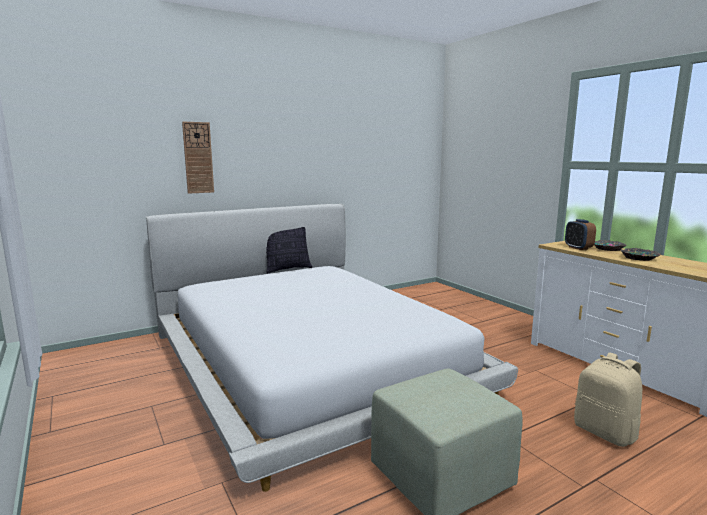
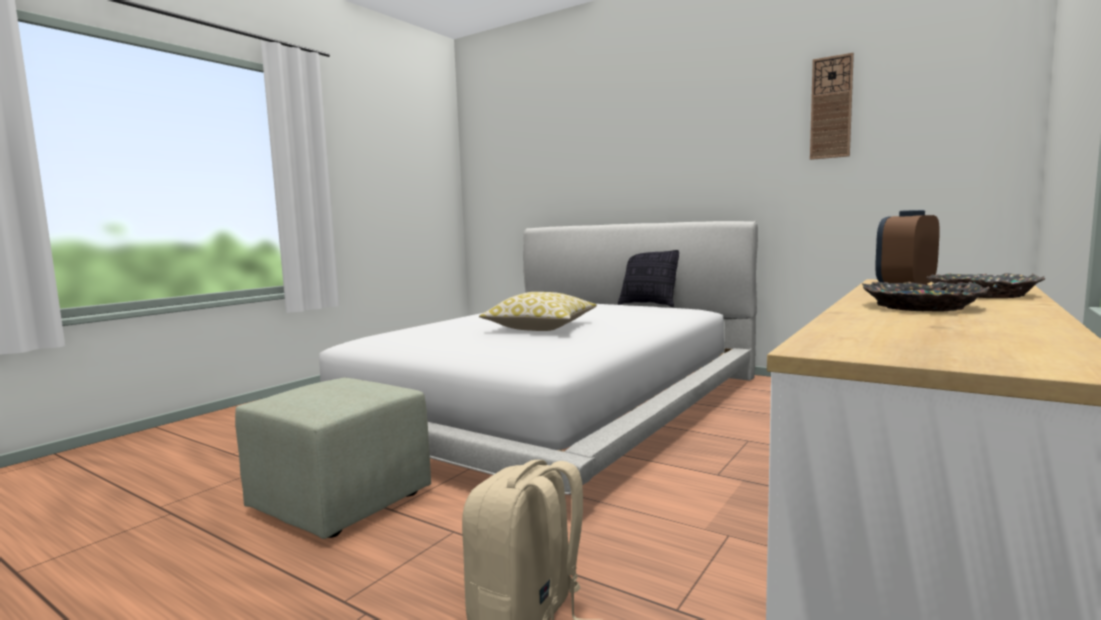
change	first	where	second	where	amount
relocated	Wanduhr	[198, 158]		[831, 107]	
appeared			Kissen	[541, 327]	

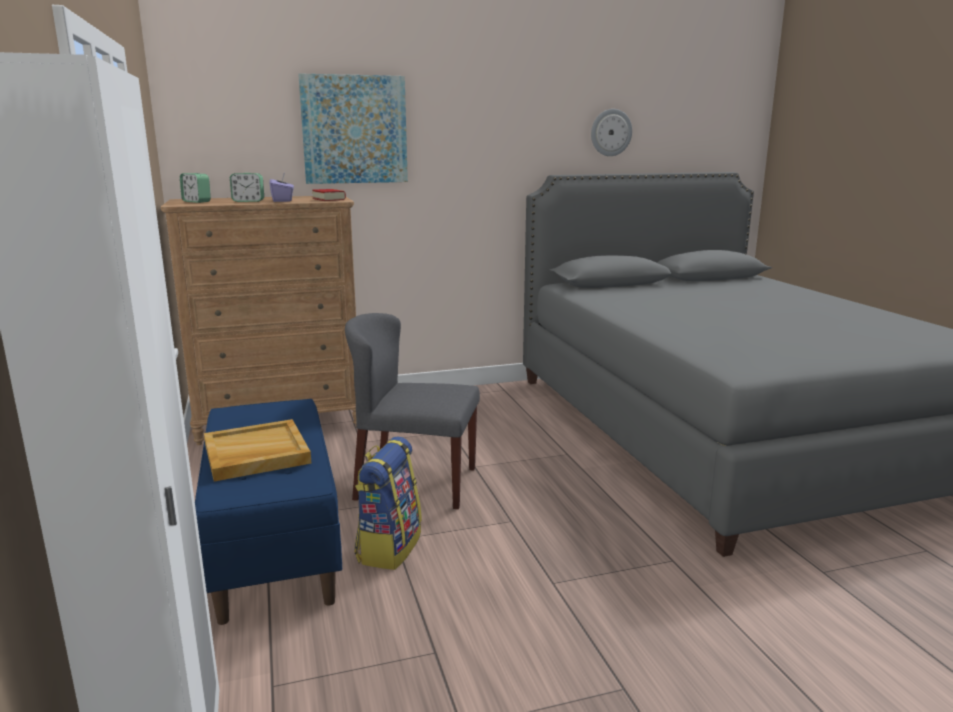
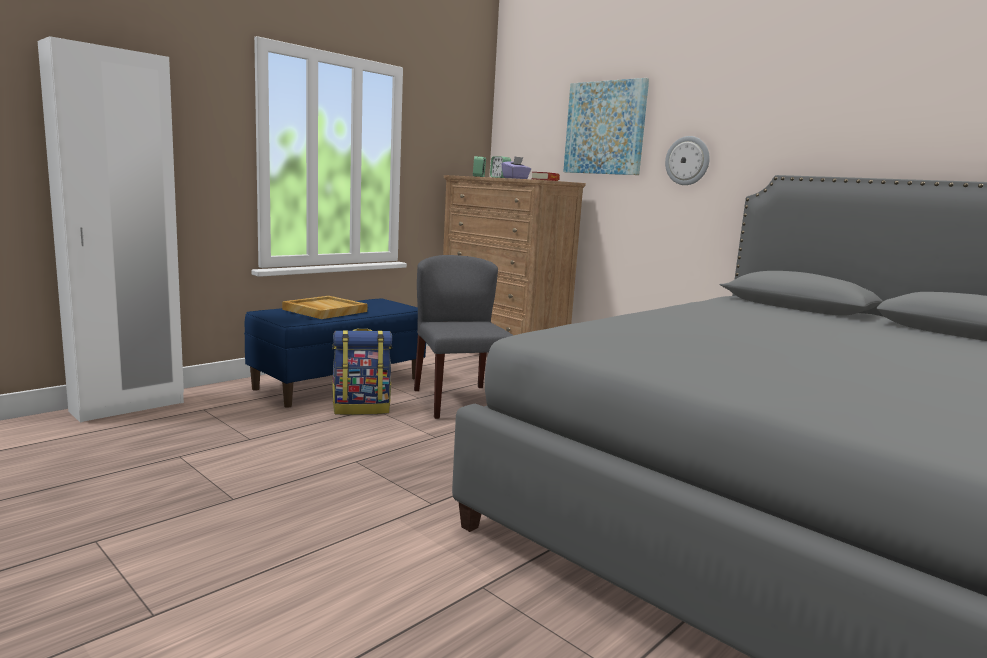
change	first	where	second	where	amount
relocated	Wanduhr	[610, 132]		[687, 160]	

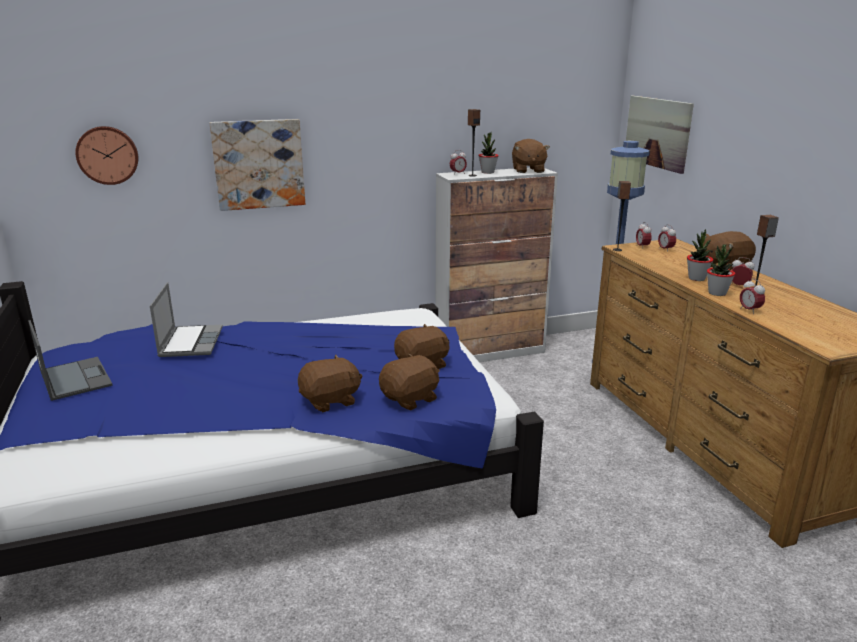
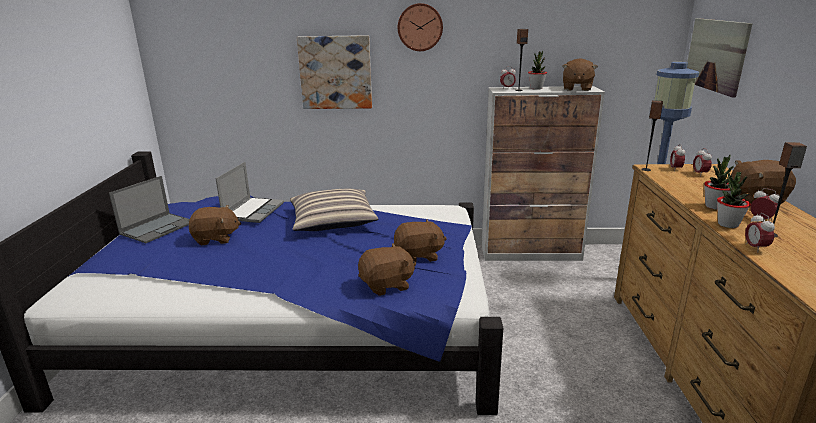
change	first	where	second	where	amount
relocated	Wanduhr	[107, 155]		[420, 27]	
spun	Laptop	[75, 378]		[158, 227]	45 degrees clockwise
relocated	Plüschtier (braun)	[330, 401]		[216, 239]	
appeared			Kissen	[332, 220]	

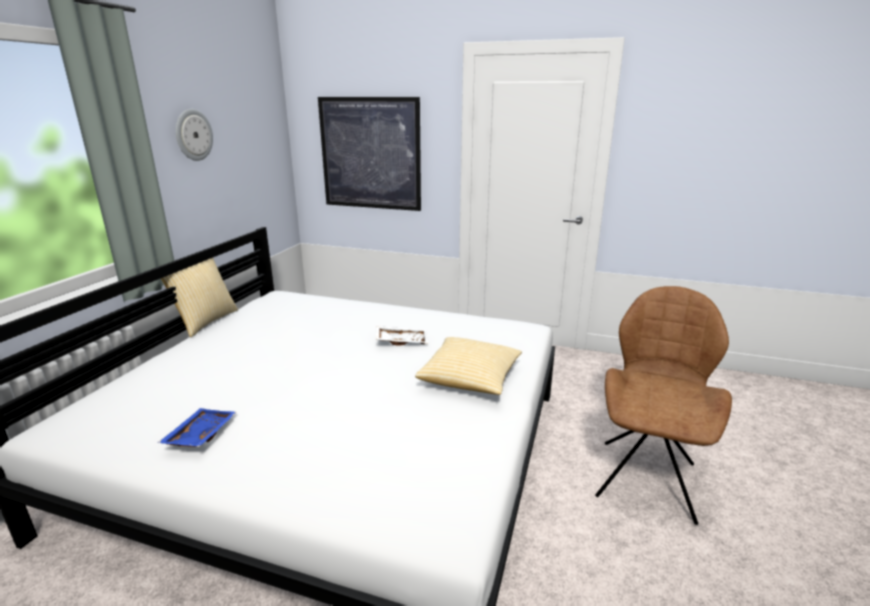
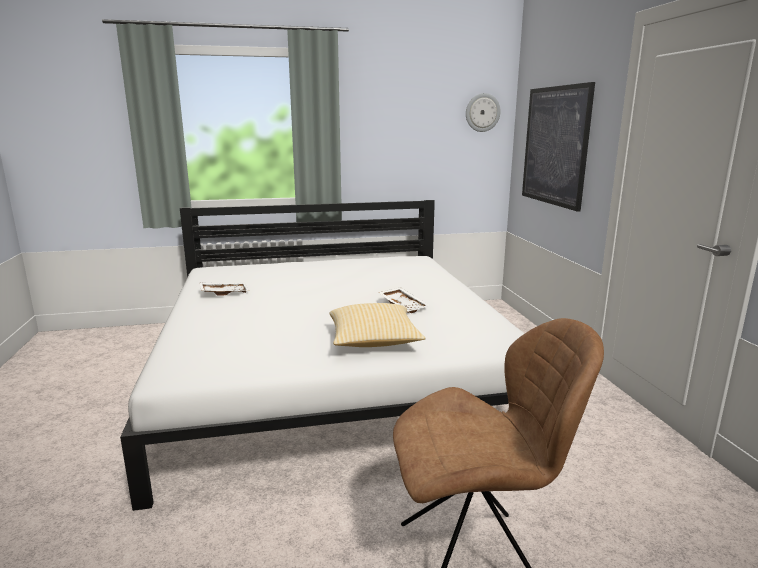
change	first	where	second	where	amount
relocated	Wanduhr	[193, 135]		[482, 112]	
missing	Kissen	[205, 321]			
colour	Tablett (blau)	[200, 435]	Tablett (weiß)	[224, 293]	

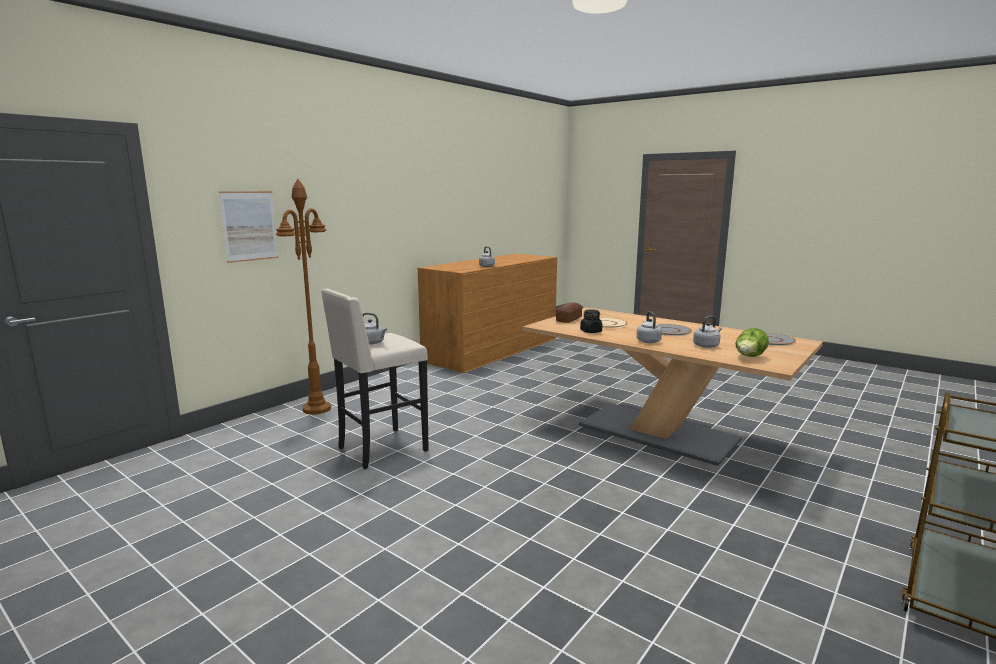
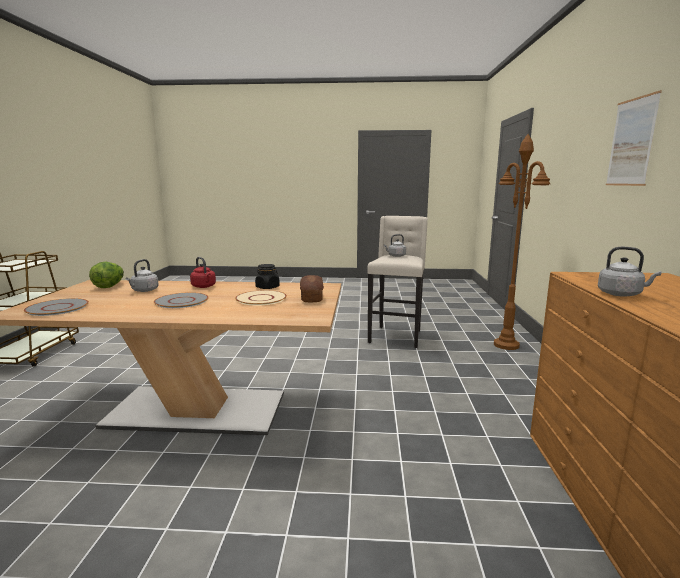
change	first	where	second	where	amount
relocated	Bild	[249, 226]		[631, 142]	
colour	Wasserkessel (grau)	[648, 341]	Wasserkessel (rot)	[204, 286]	

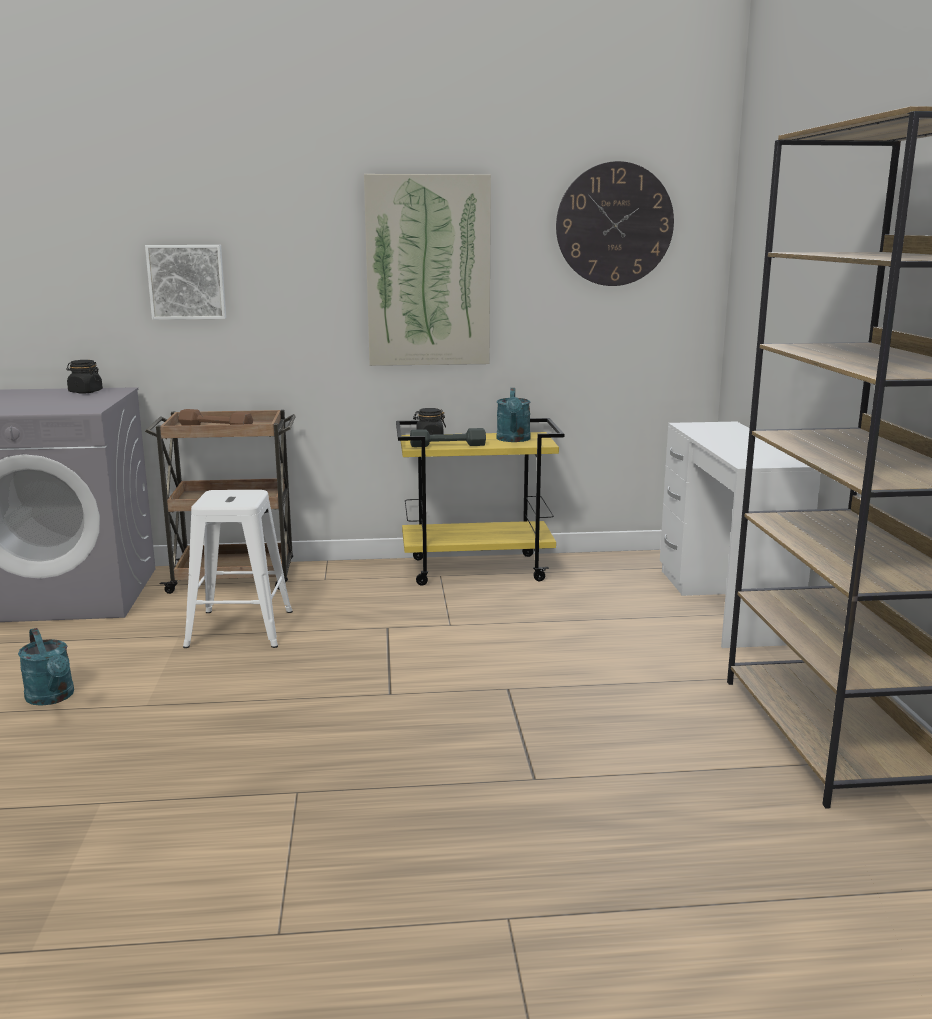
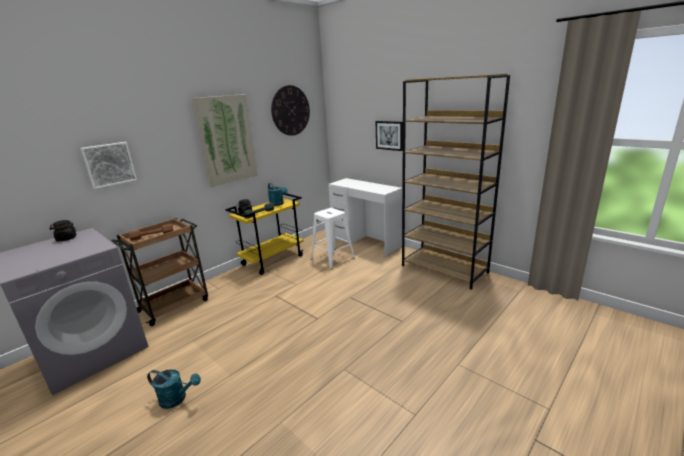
change	first	where	second	where	amount
relocated	Hocker (weiß)	[239, 628]		[332, 258]	
appeared			Bild	[389, 135]	

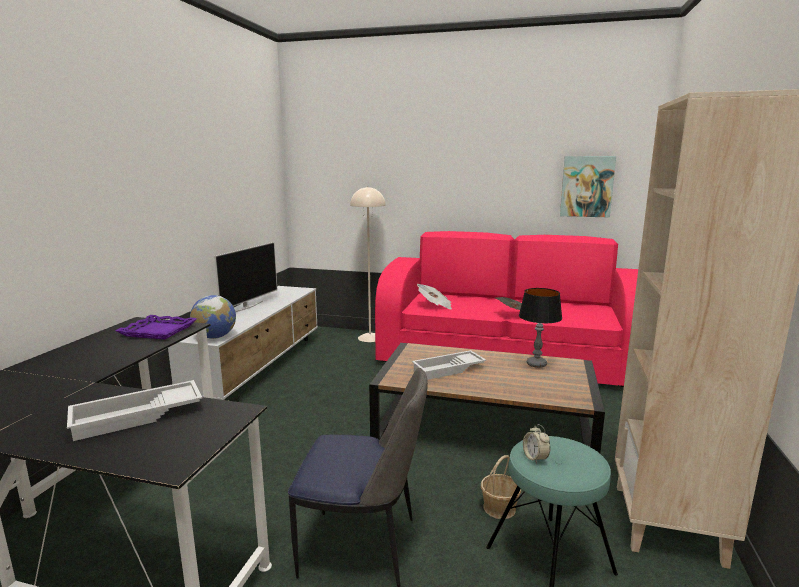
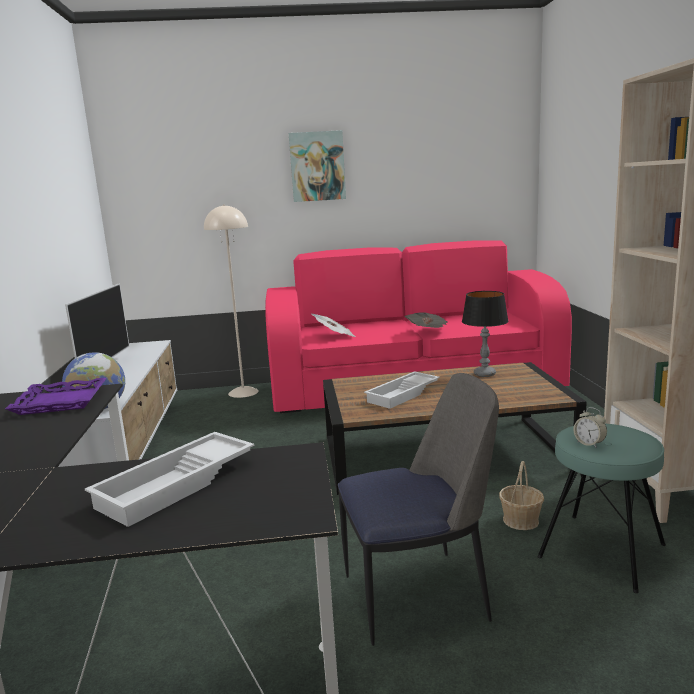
change	first	where	second	where	amount
relocated	Bild	[587, 186]		[317, 166]	

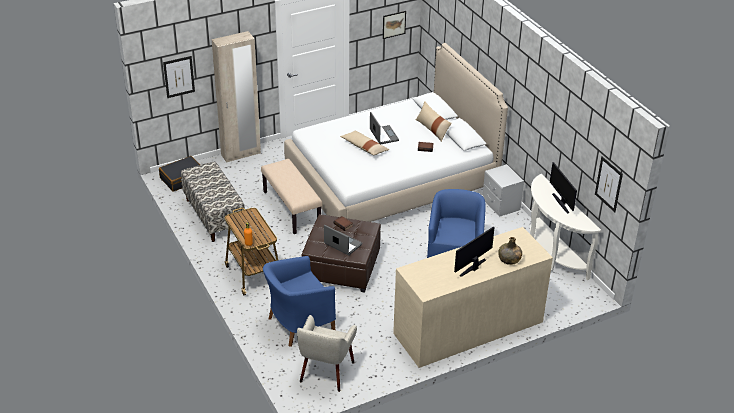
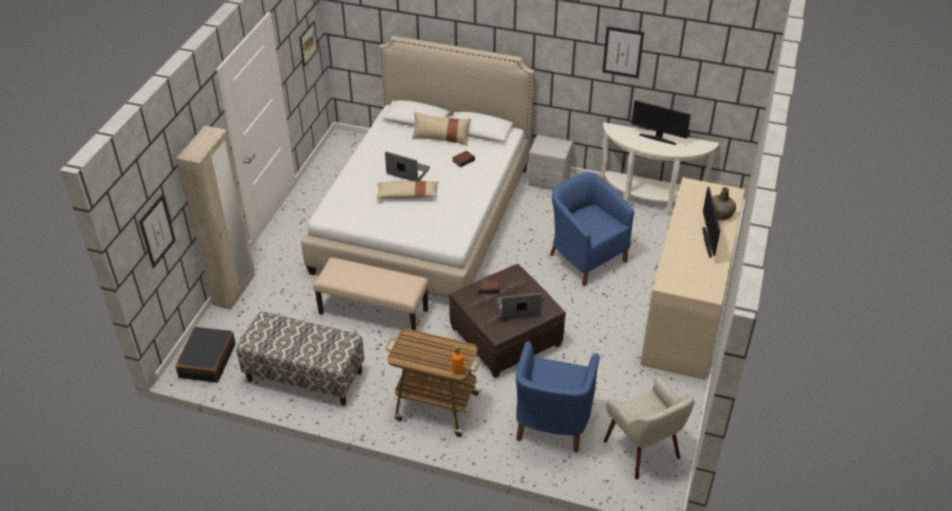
change	first	where	second	where	amount
relocated	Bild	[608, 184]		[622, 52]	

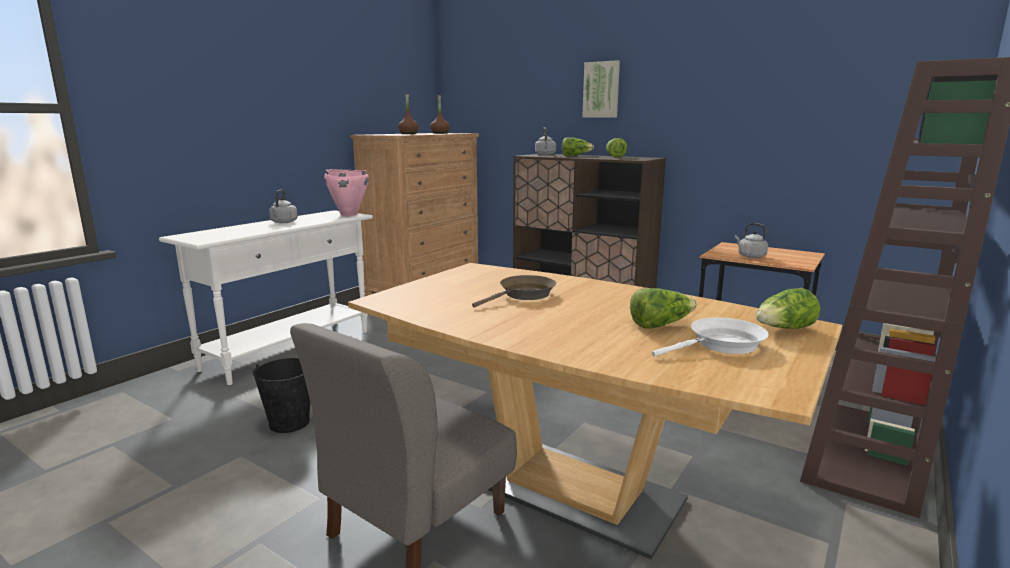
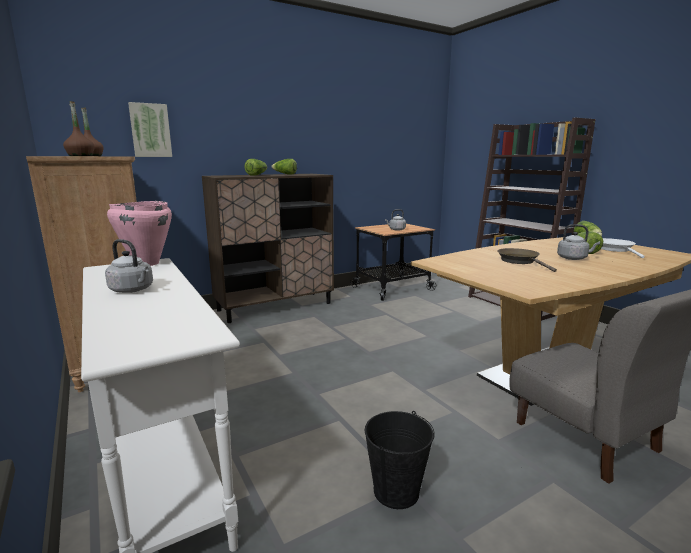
change	first	where	second	where	amount
relocated	Bild	[601, 90]		[150, 130]	
relocated	Wasserkessel (grau)	[545, 154]		[573, 258]	

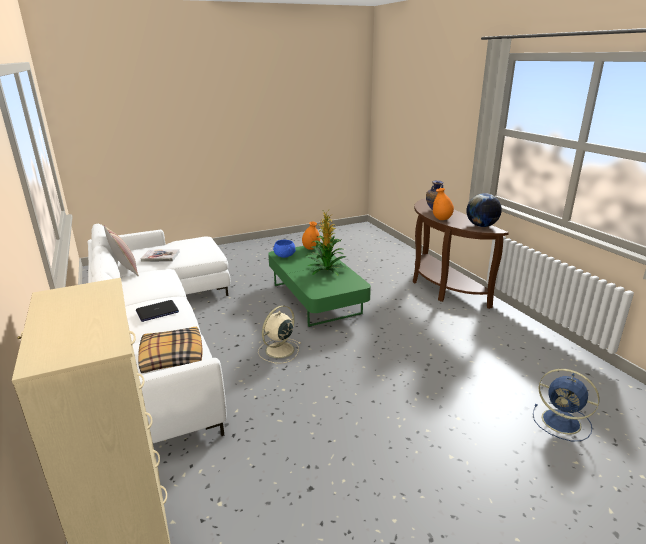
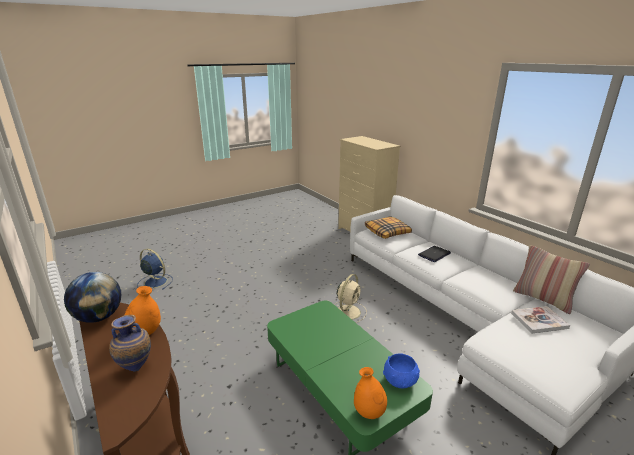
change	first	where	second	where	amount
missing	Topfpflanze	[326, 270]			

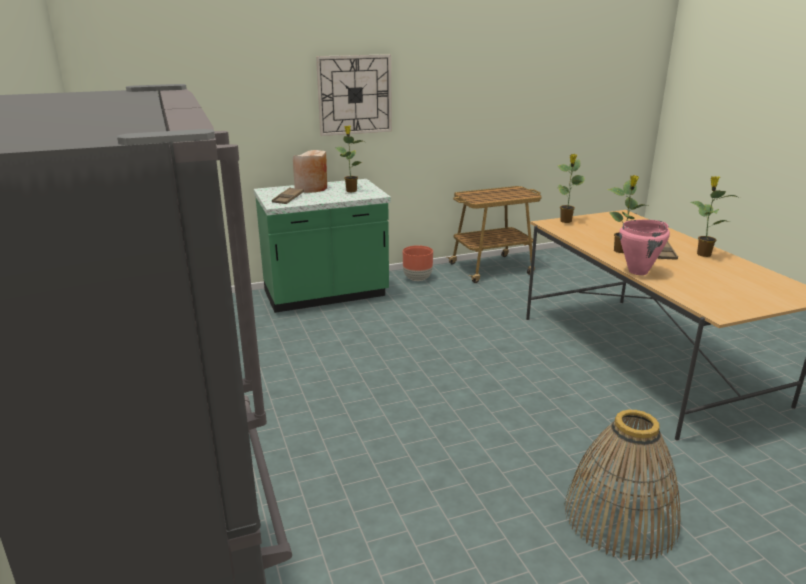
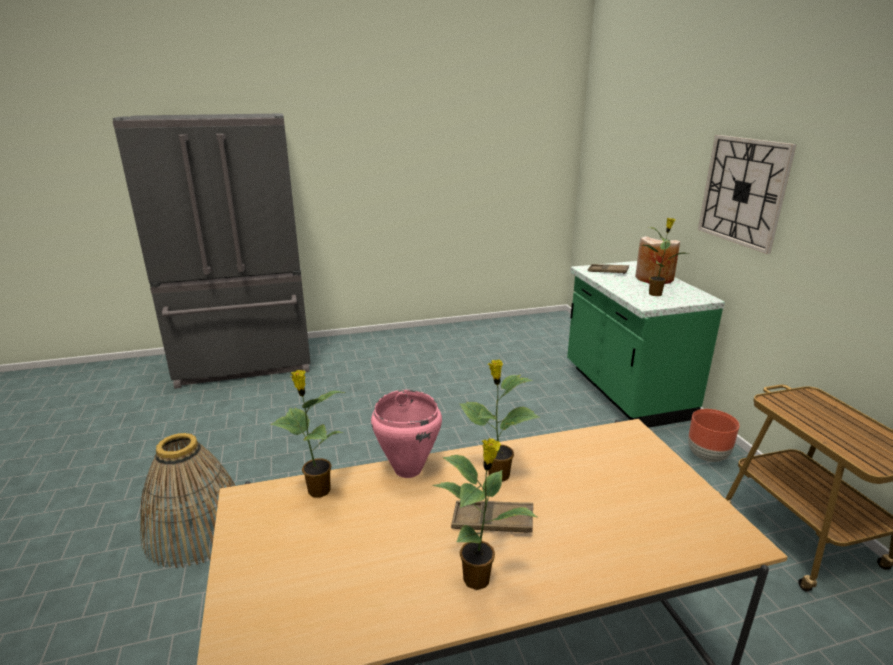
change	first	where	second	where	amount
relocated	Topfpflanze	[566, 221]		[317, 490]	

